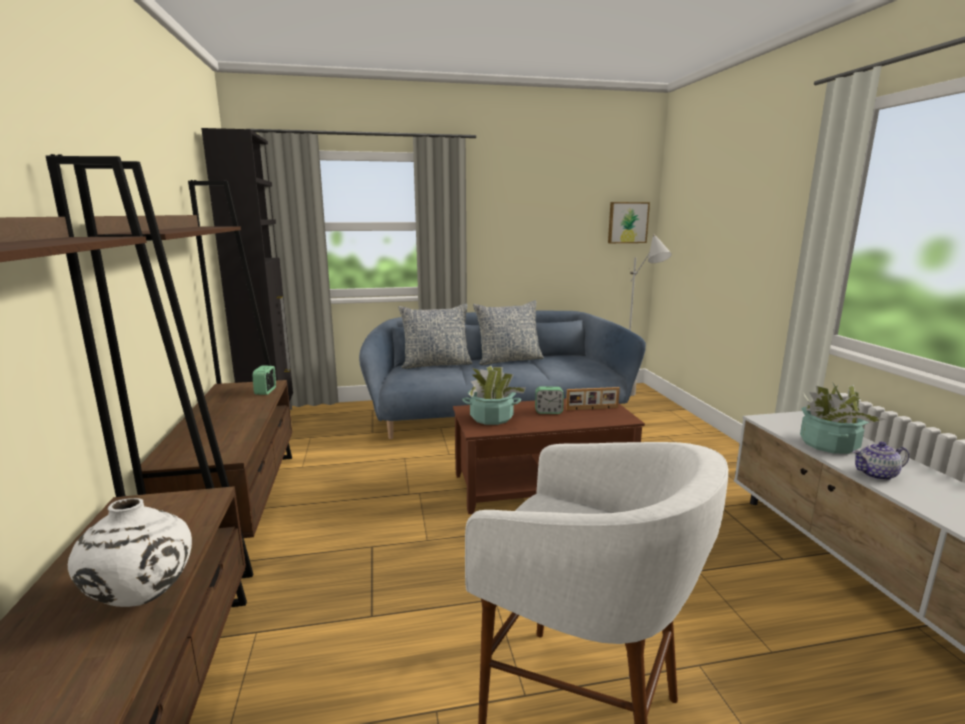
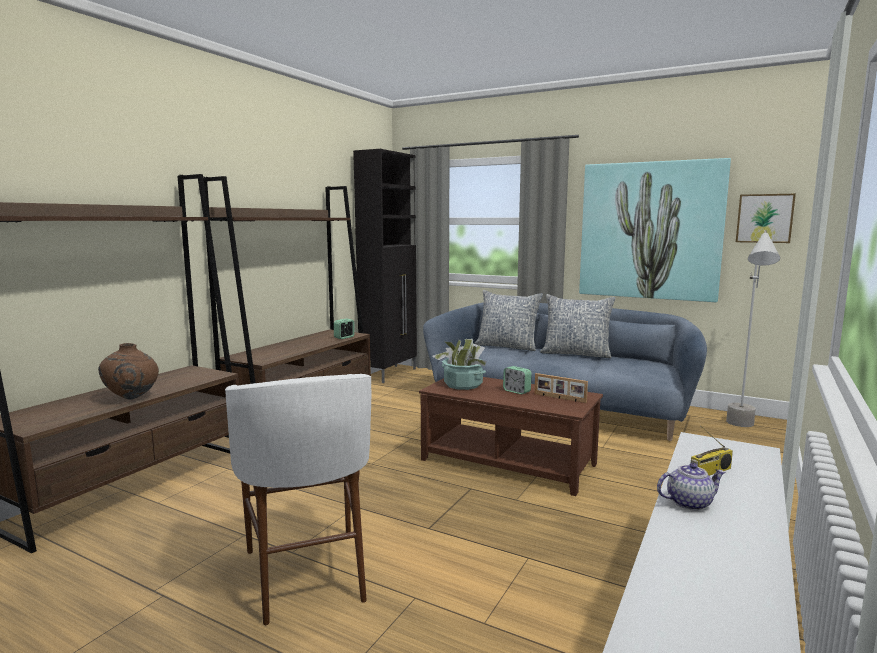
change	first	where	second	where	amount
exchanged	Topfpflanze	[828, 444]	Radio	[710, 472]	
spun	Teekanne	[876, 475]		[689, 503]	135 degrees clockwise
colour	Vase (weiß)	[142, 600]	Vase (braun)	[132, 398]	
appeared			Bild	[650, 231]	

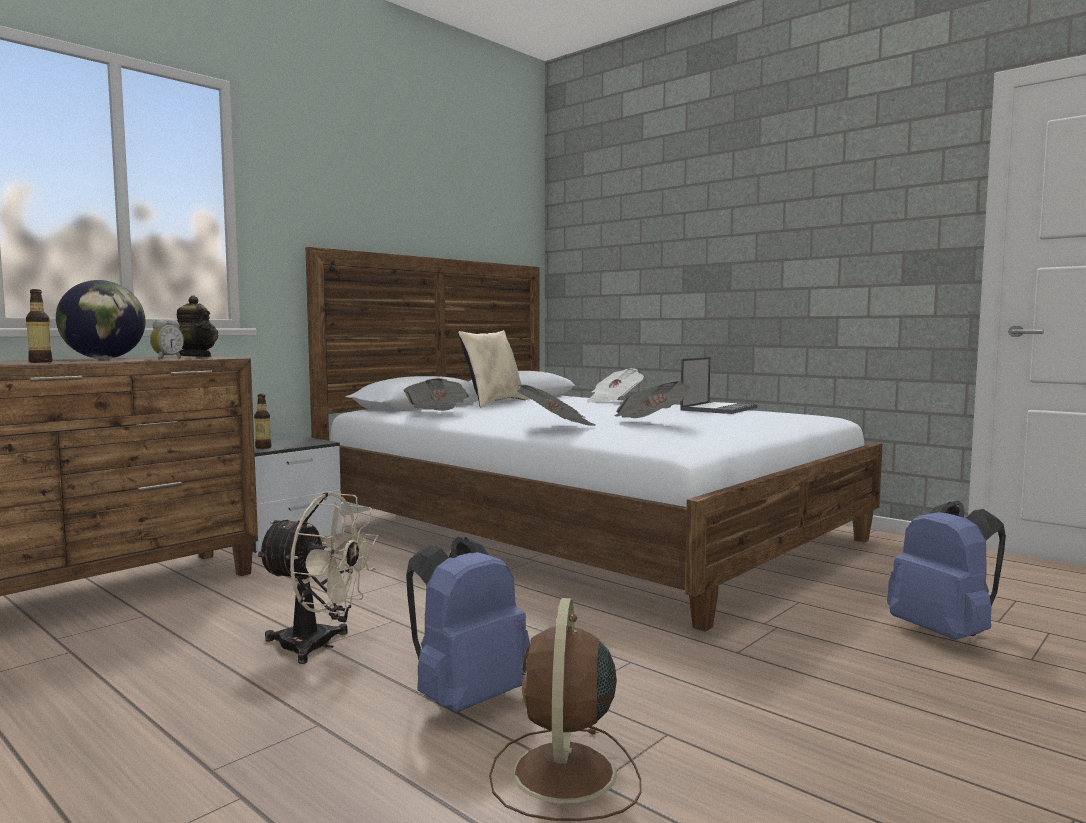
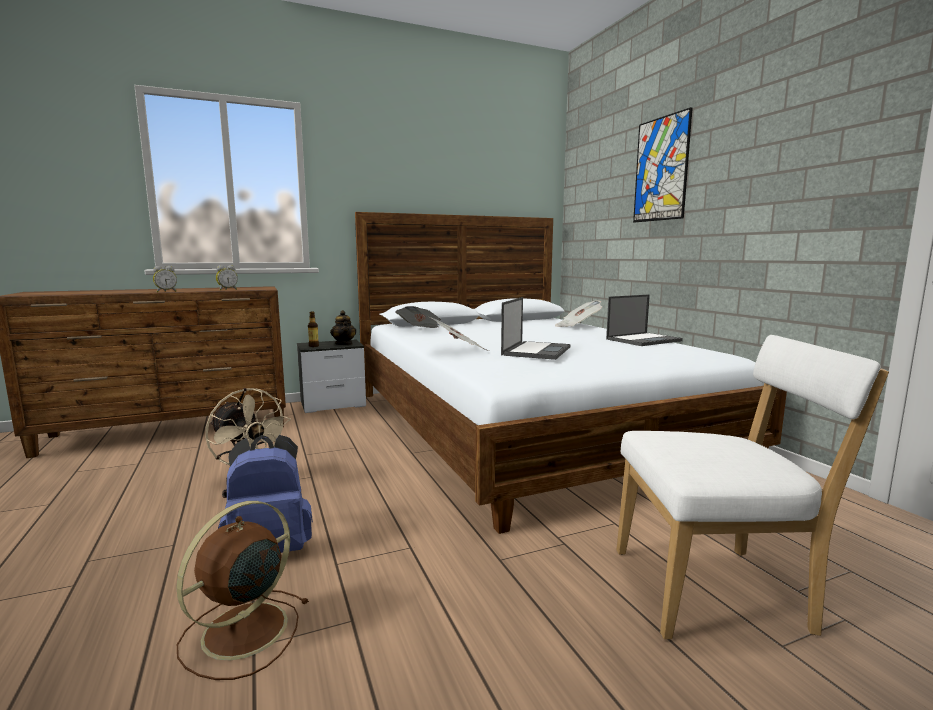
change	first	where	second	where	amount
missing	Globus	[104, 359]			
missing	Flasche	[40, 362]			
relocated	Teekanne	[196, 357]		[344, 344]	
missing	Kissen (beige)	[493, 403]			
exchanged	Zeitung	[651, 422]	Laptop	[536, 351]	
exchanged	Rucksack (blau)	[945, 634]	Stuhl (weiß)	[717, 590]	
appeared			Bild	[661, 169]	
appeared			Wecker	[166, 292]	

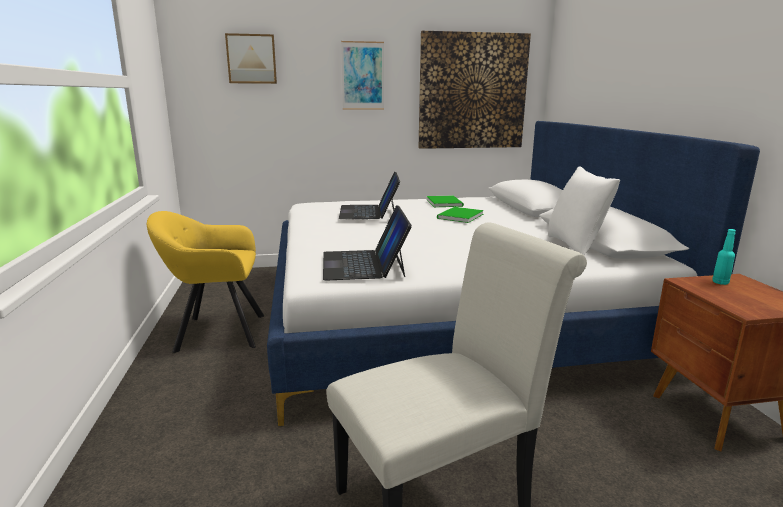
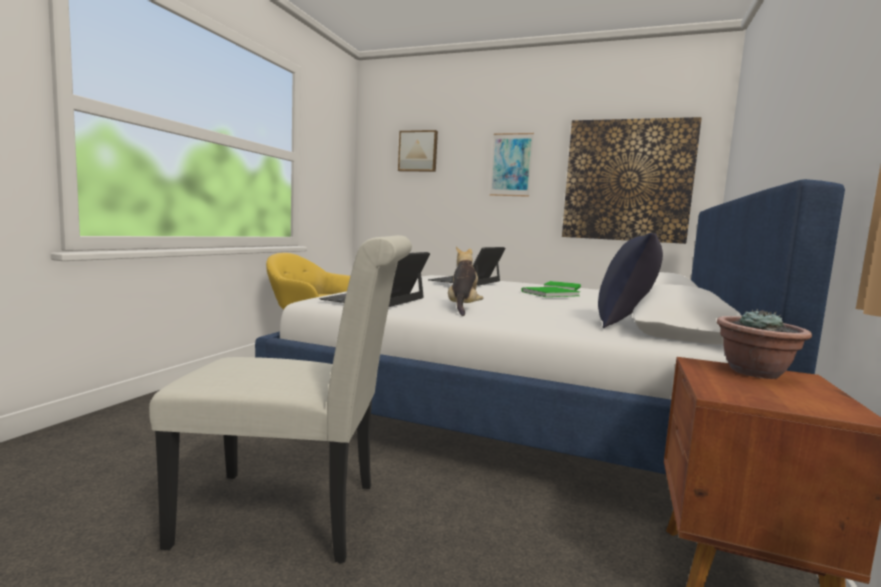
change	first	where	second	where	amount
colour	Kissen (weiß)	[575, 246]	Kissen (blau)	[625, 323]	
exchanged	Flasche (türkis)	[720, 282]	Topfpflanze	[755, 372]	
appeared			Plüschtier	[462, 308]	

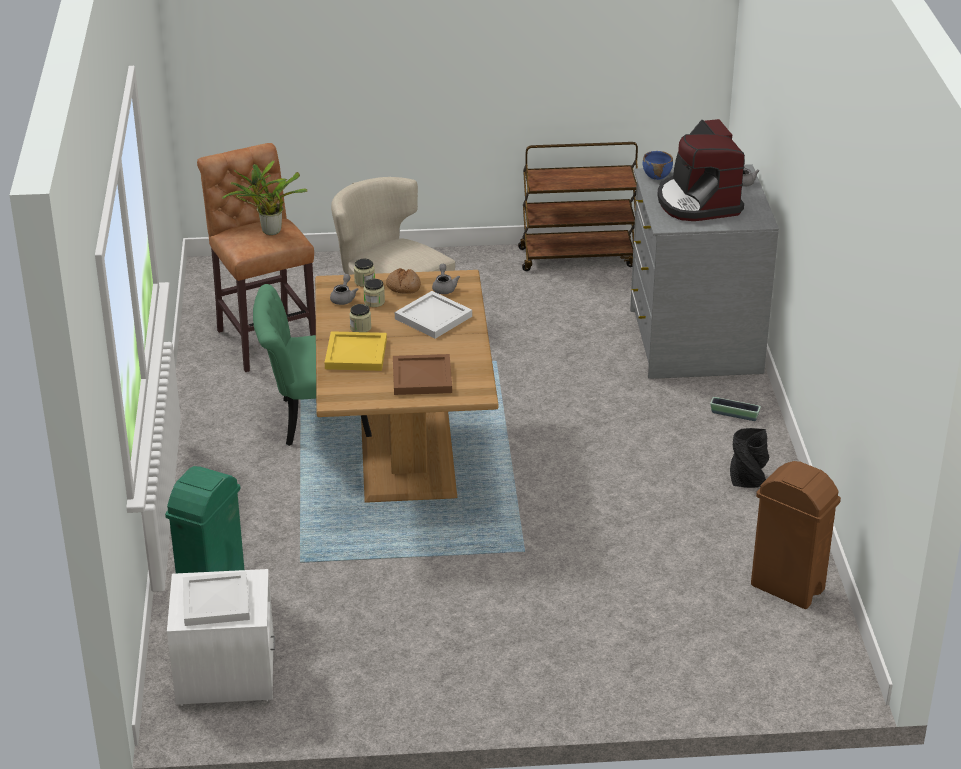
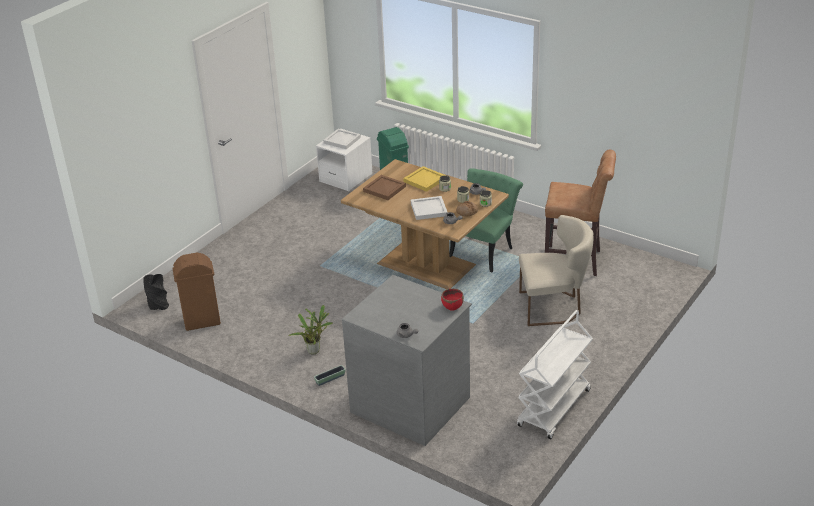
change	first	where	second	where	amount
missing	Kaffeemaschine	[698, 202]			
colour	Rollwagen (braun)	[578, 257]	Rollwagen (weiß)	[554, 409]	
colour	Schüssel (blau)	[657, 175]	Schüssel (rot)	[452, 306]	
relocated	Topfpflanze	[268, 231]		[315, 350]	
relocated	Vase (schwarz)	[748, 480]		[158, 304]	

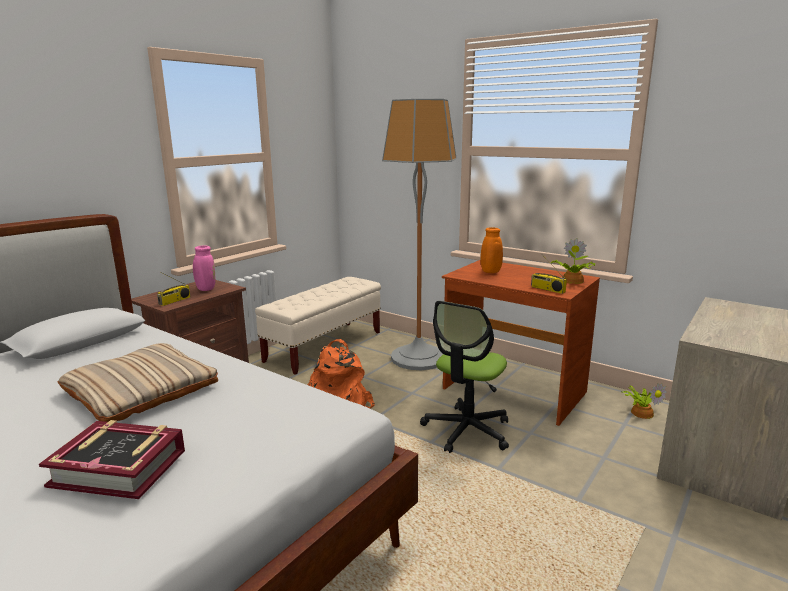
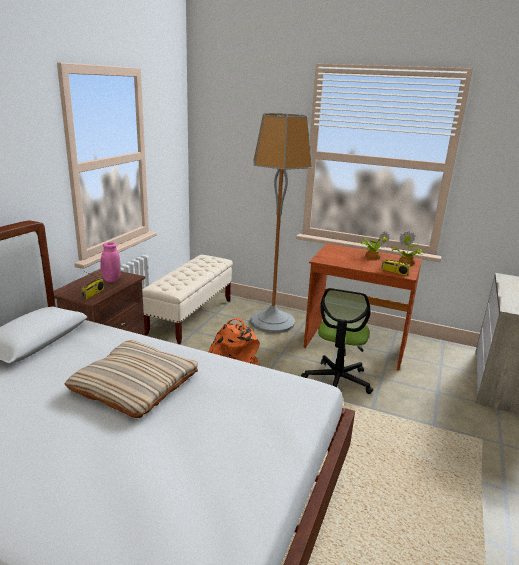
change	first	where	second	where	amount
missing	Vase (orange)	[490, 272]			
relocated	Topfpflanze	[642, 412]		[372, 256]	
missing	Buch	[119, 468]			

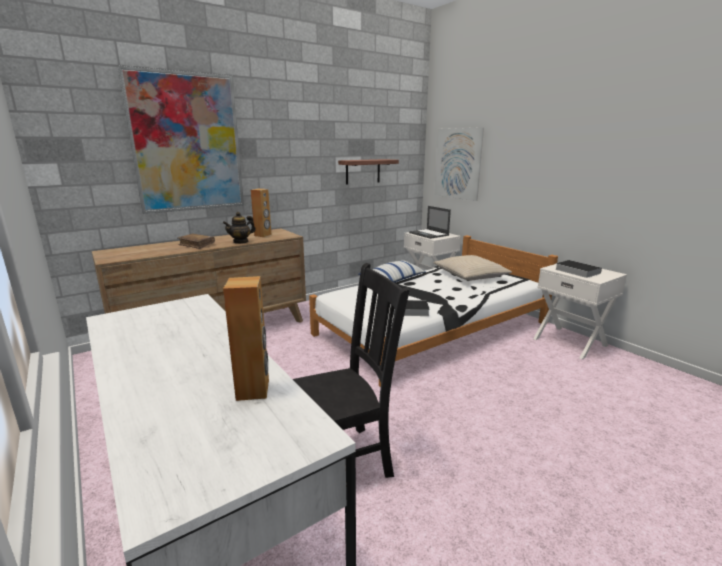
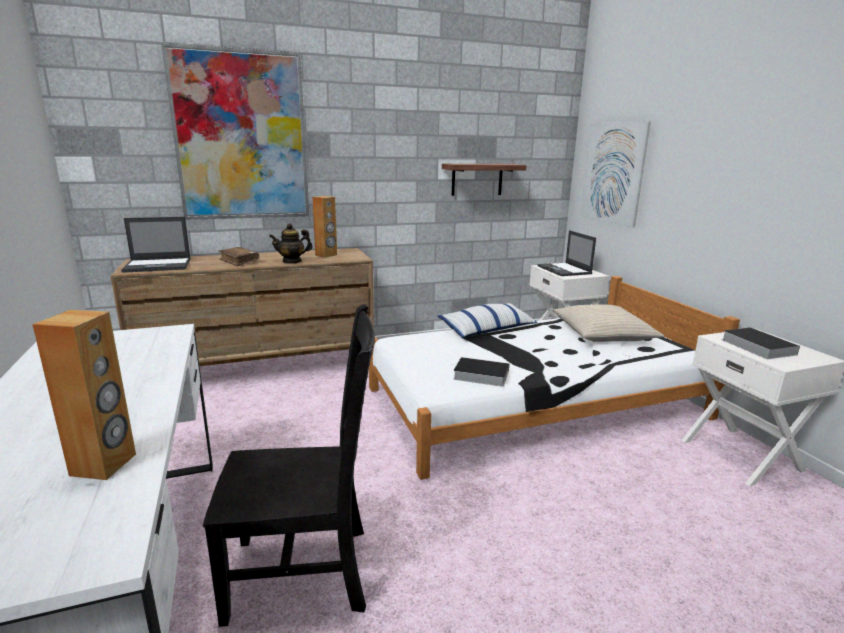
change	first	where	second	where	amount
appeared			Laptop	[159, 265]	

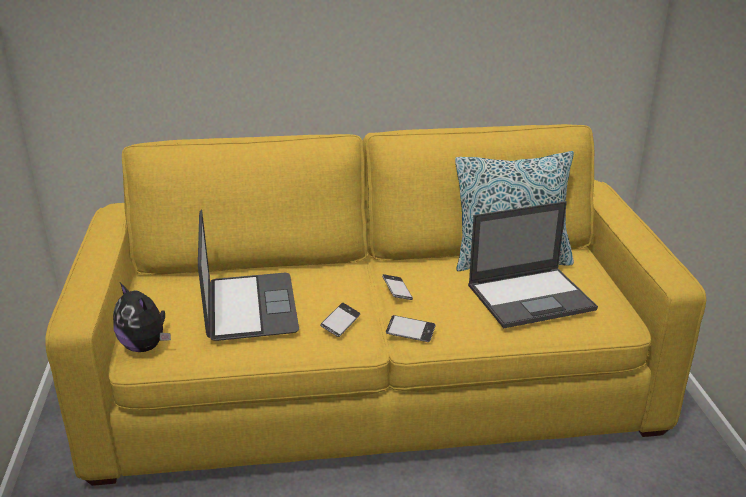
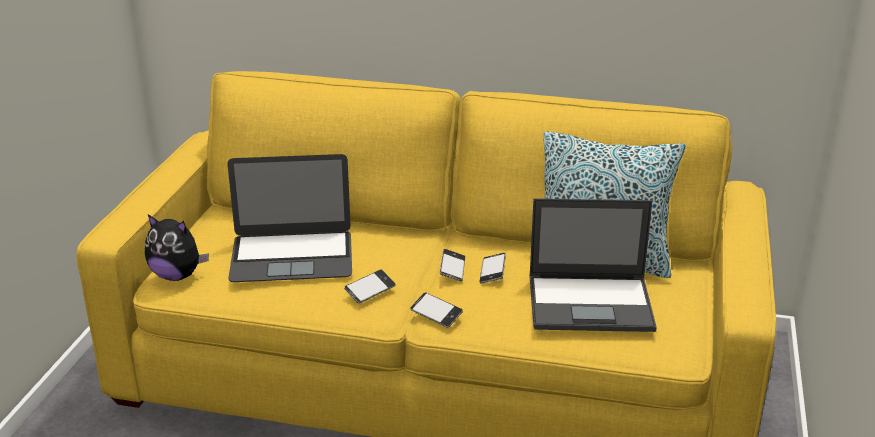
change	first	where	second	where	amount
spun	Laptop	[250, 306]		[292, 256]	75 degrees clockwise
spun	Plüschtier	[145, 346]		[177, 276]	45 degrees counterclockwise
appeared			Handy	[492, 272]	

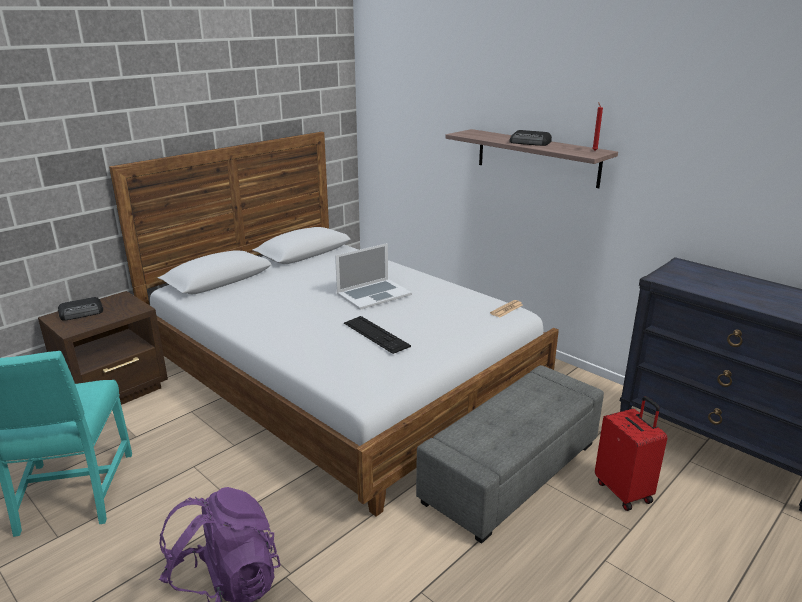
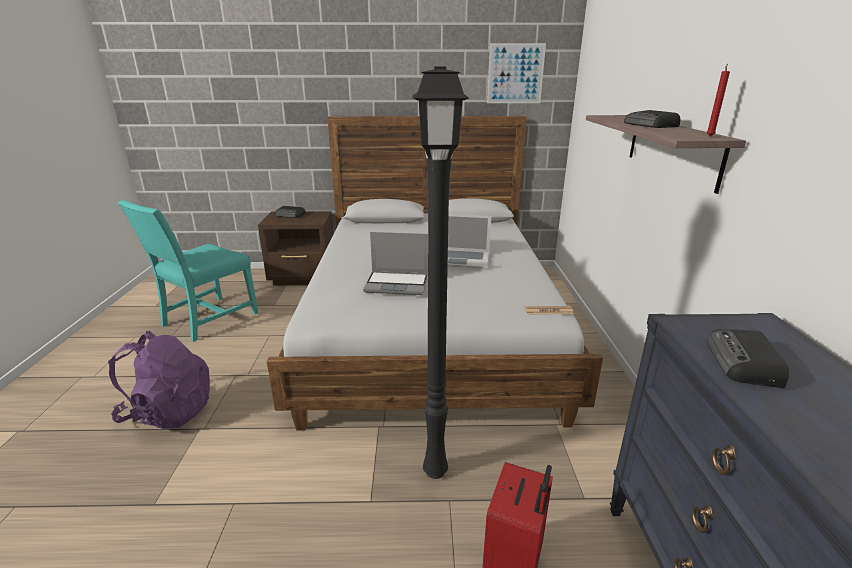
change	first	where	second	where	amount
exchanged	Tastatur	[376, 334]	Laptop	[398, 284]	
exchanged	Polsterhocker (grau)	[511, 471]	Stehlampe (schwarz)	[436, 469]	
appeared			Bild	[515, 74]	
appeared			Radio	[744, 363]	

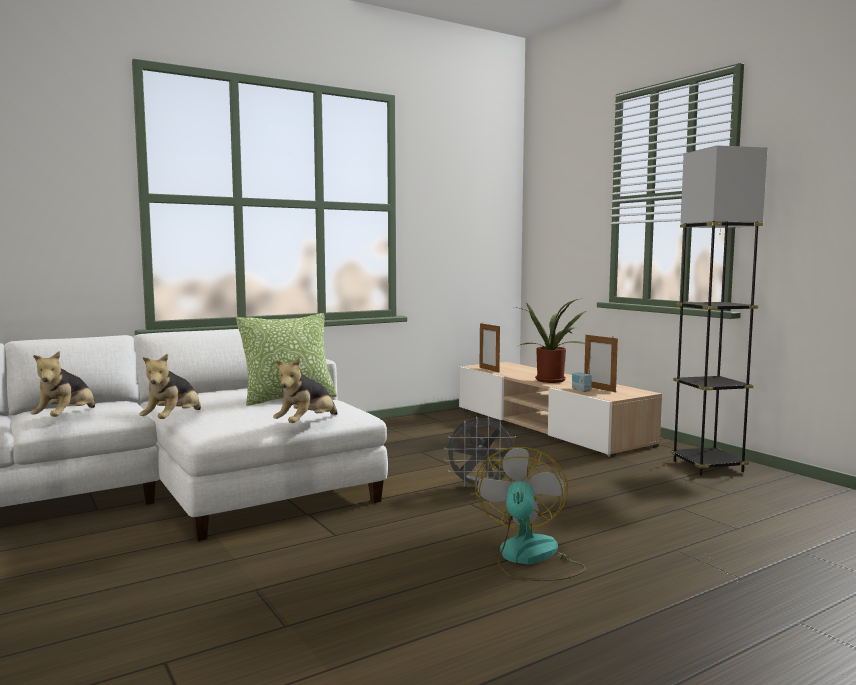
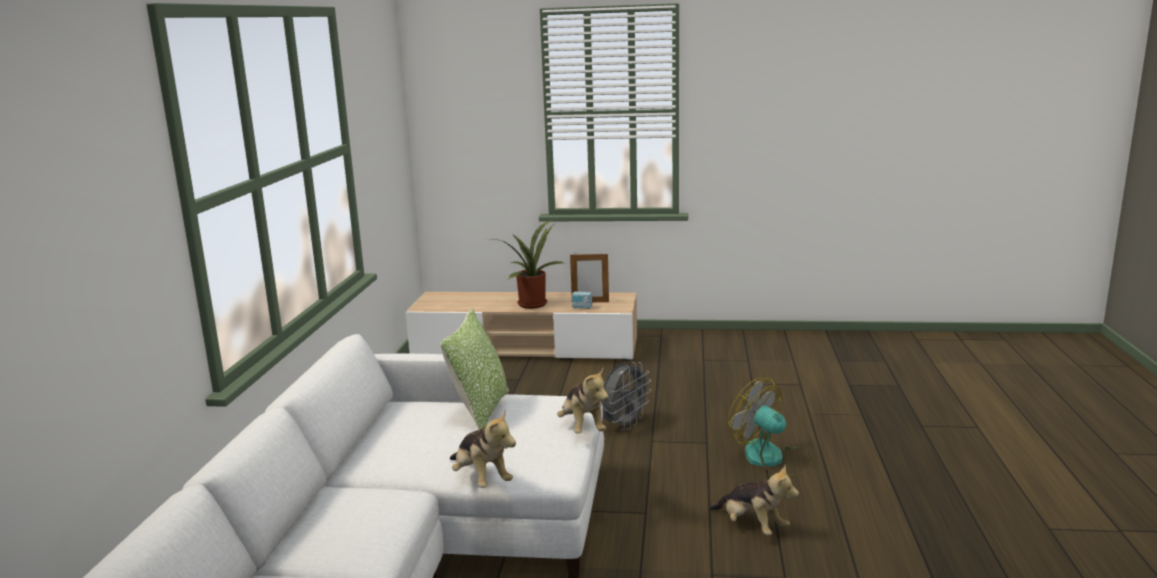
change	first	where	second	where	amount
missing	Stehlampe (grau)	[707, 466]			
missing	Bilderrahmen	[489, 370]			
relocated	Plüschtier	[67, 418]		[752, 526]	

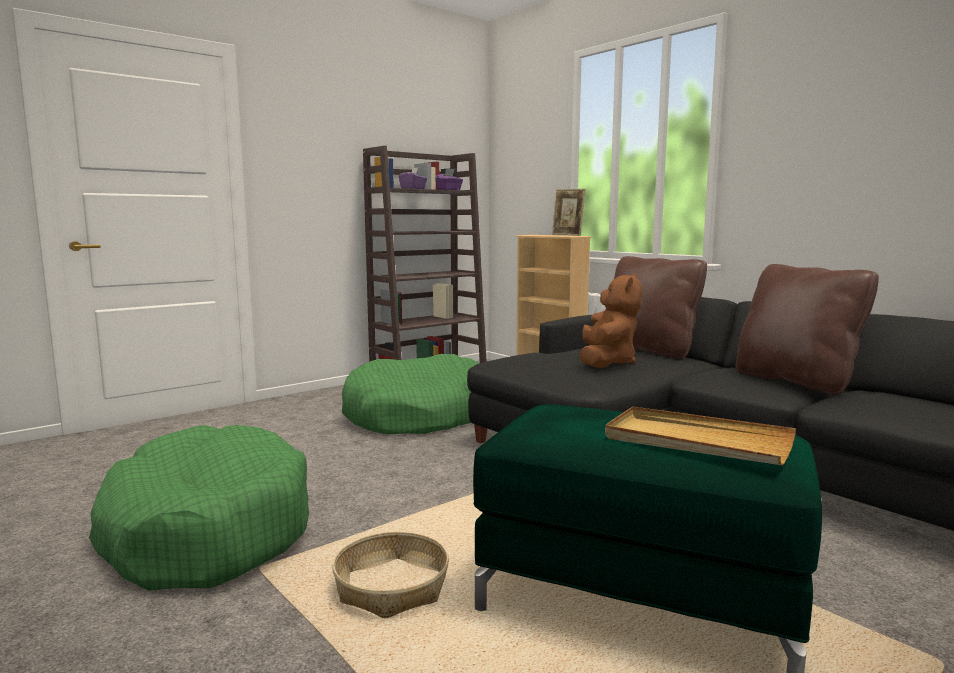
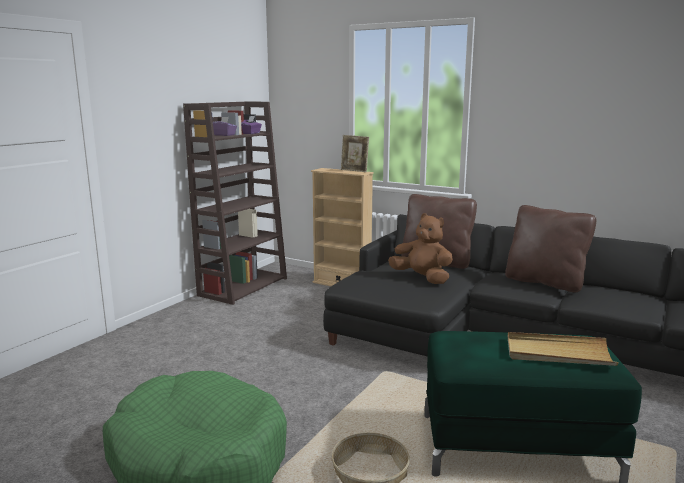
change	first	where	second	where	amount
spun	Plüschtier (braun)	[606, 362]		[422, 278]	45 degrees counterclockwise
missing	Hundebett (grün)	[419, 415]			

